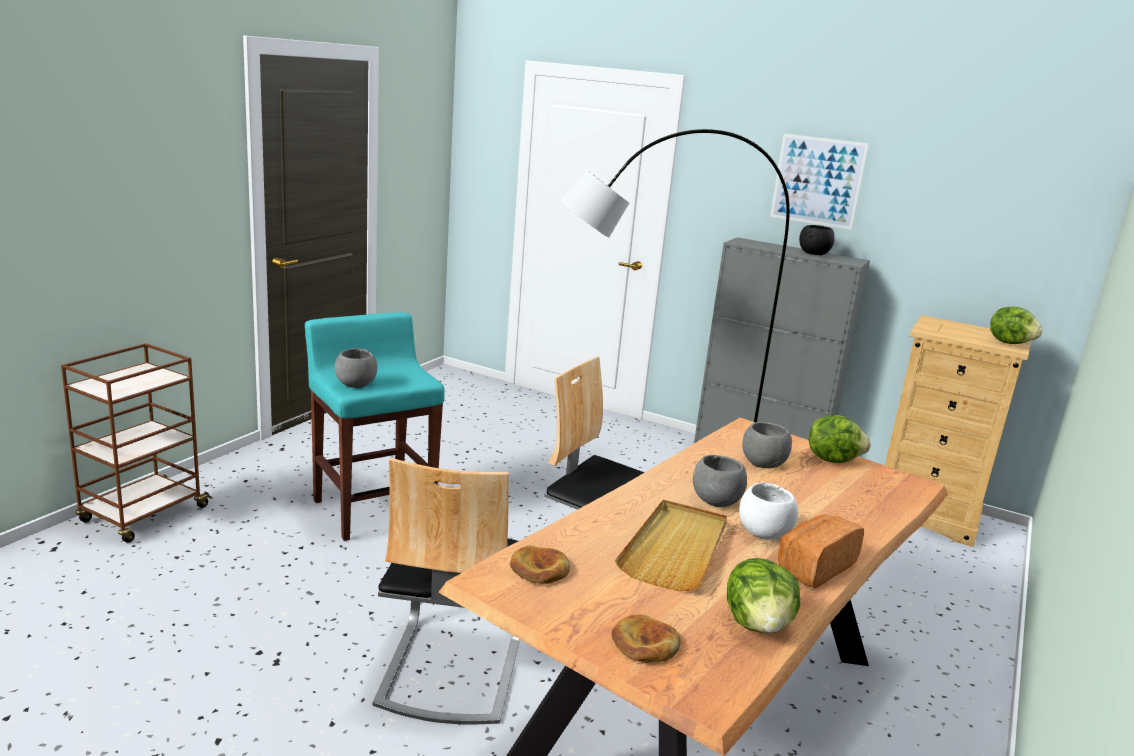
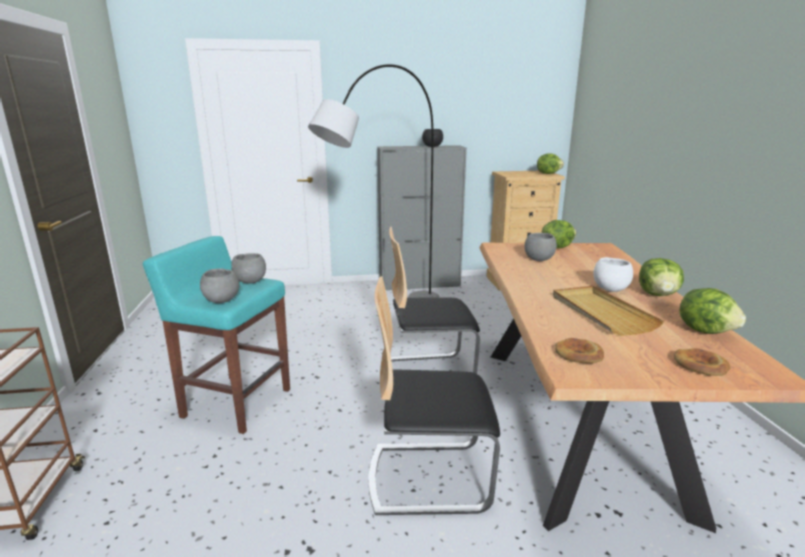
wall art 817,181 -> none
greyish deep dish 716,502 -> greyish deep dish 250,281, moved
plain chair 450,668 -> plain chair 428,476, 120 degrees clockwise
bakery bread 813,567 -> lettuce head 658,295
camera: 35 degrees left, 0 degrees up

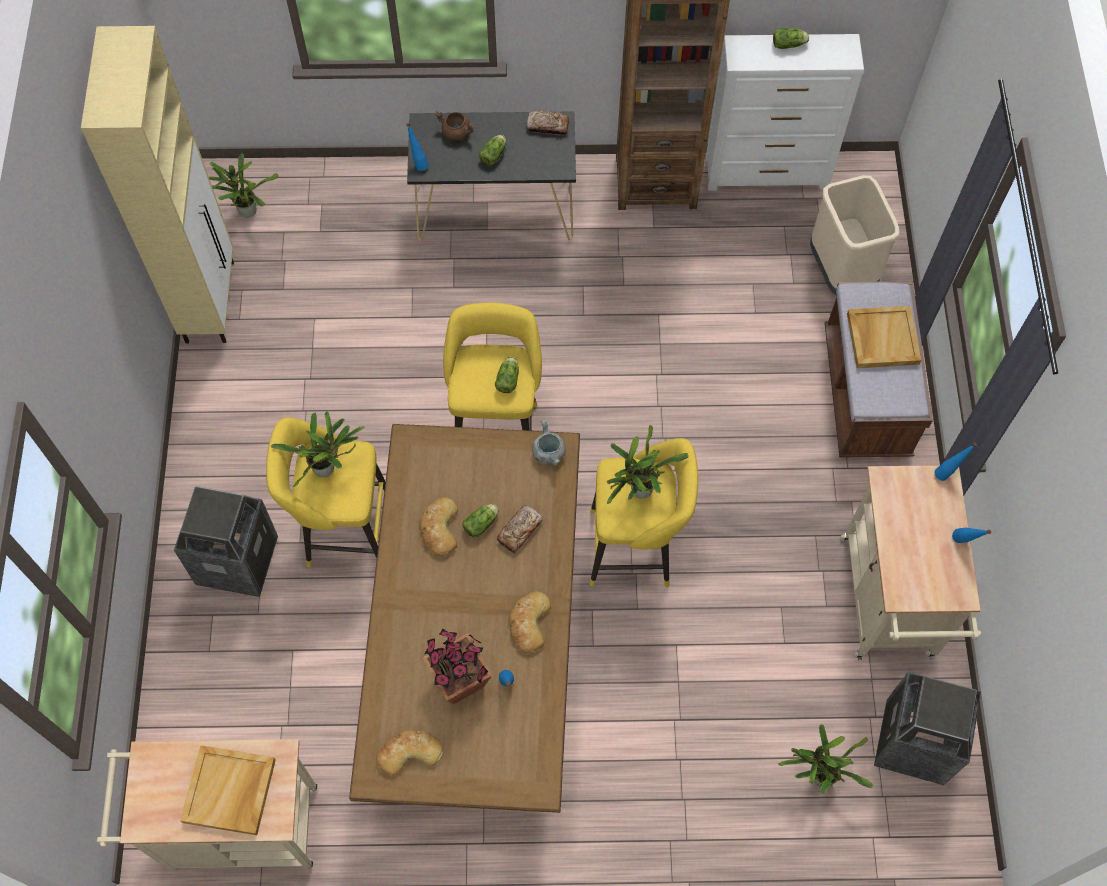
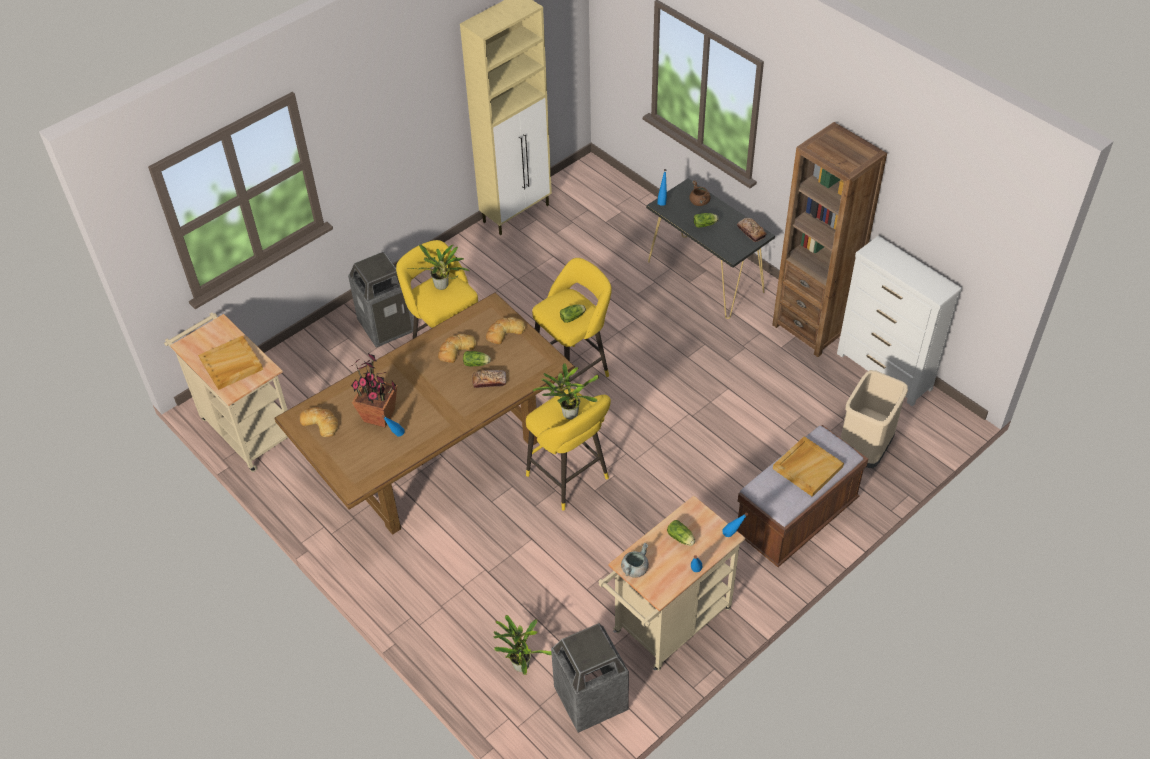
lettuce head 789,44 -> lettuce head 681,538, moved
plant in a pot 246,210 -> none
greyish cooking pot 548,453 -> greyish cooking pot 634,569, moved
bakery bread 528,623 -> bakery bread 504,332, moved
camera: 50 degrees right, 15 degrees down

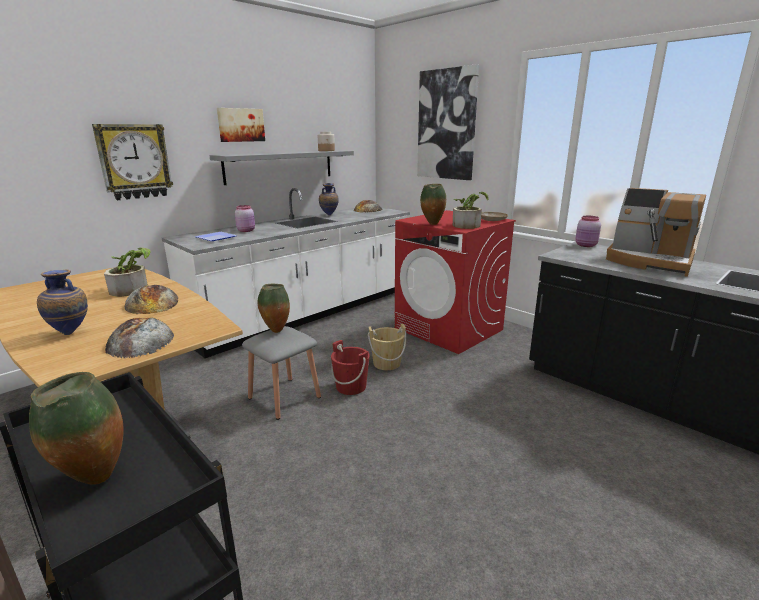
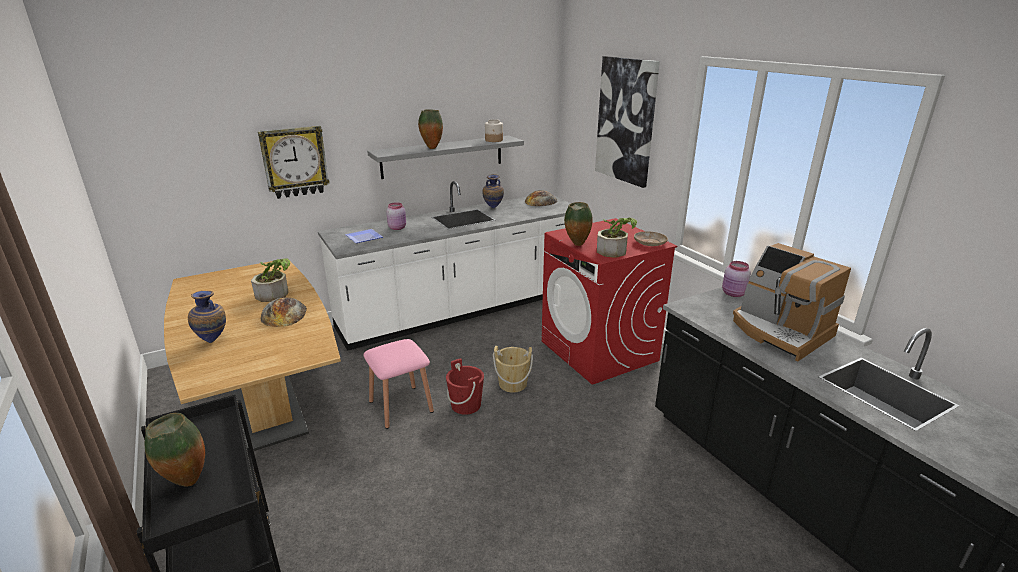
wall art 240,125 -> none
flower vase 275,331 -> flower vase 431,148, moved
bakery bread 140,341 -> none
greyish stool seat 284,397 -> pink stool seat 401,406
camera: 15 degrees right, 5 degrees up

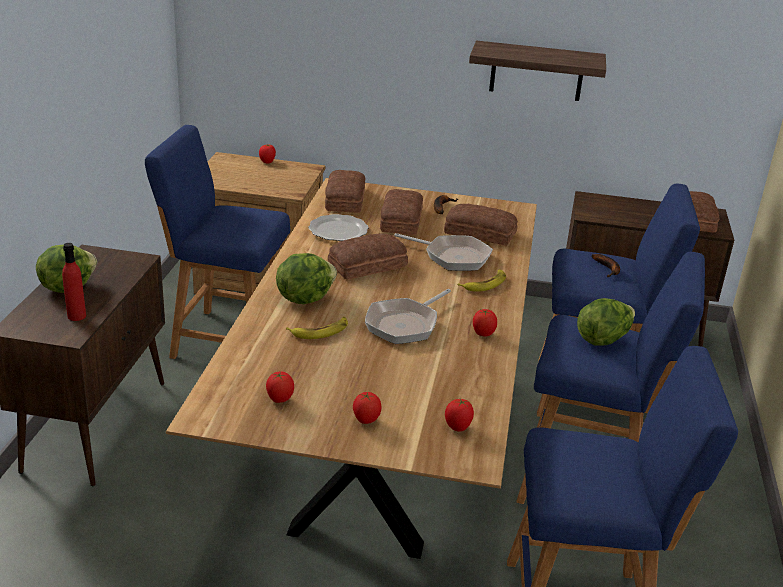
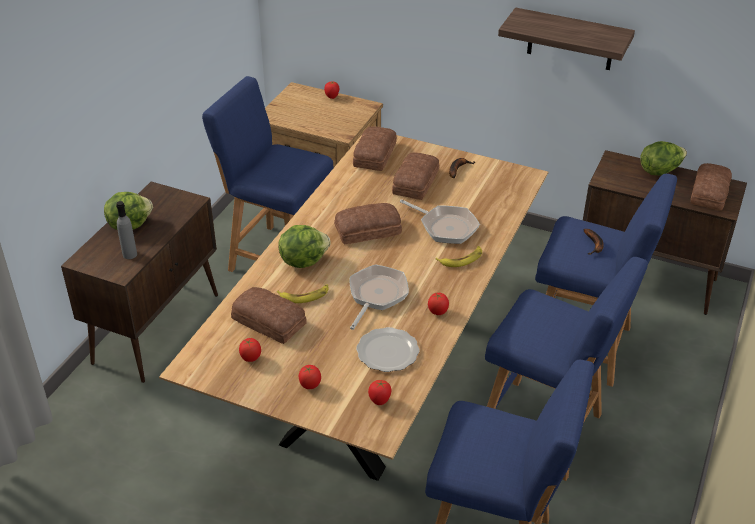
bakery bread 479,232 -> bakery bread 269,320, moved
dinner plate 337,230 -> dinner plate 387,351, moved
reddish bottle 76,316 -> greyish bottle 130,254
skillet 405,324 -> skillet 376,295, 150 degrees clockwise
lettuce head 603,339 -> lettuce head 660,170, moved
camera: 15 degrees right, 10 degrees up

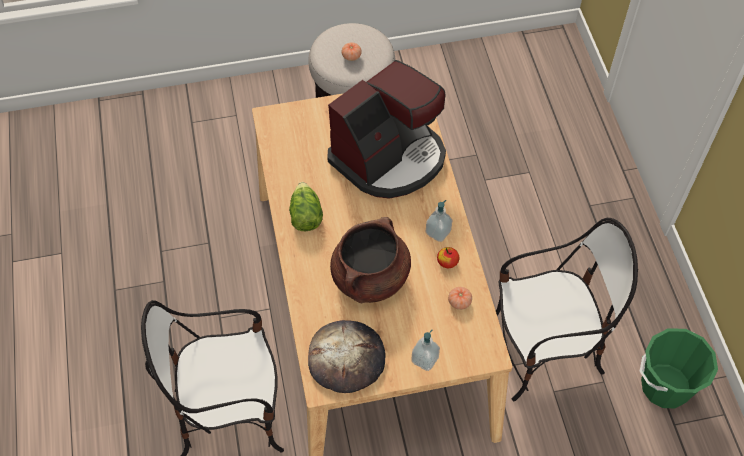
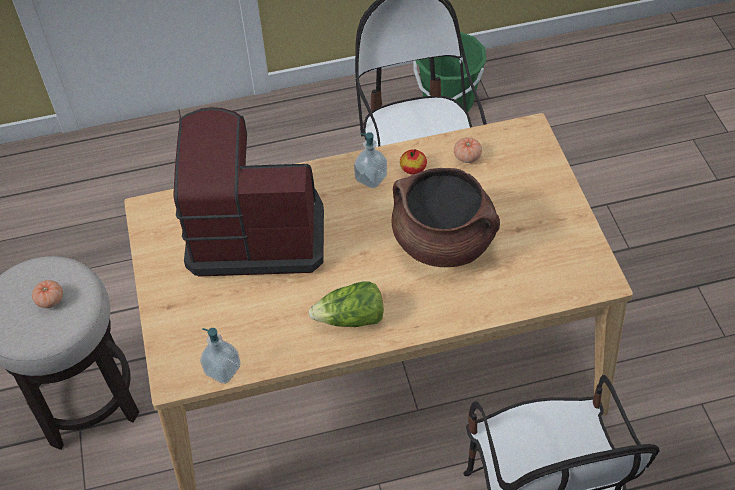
coffee machine 389,158 -> coffee machine 255,230, 45 degrees counterclockwise
bakery bread 346,358 -> none
soap dispenser 425,359 -> soap dispenser 223,370, moved
camera: 90 degrees left, 5 degrees down

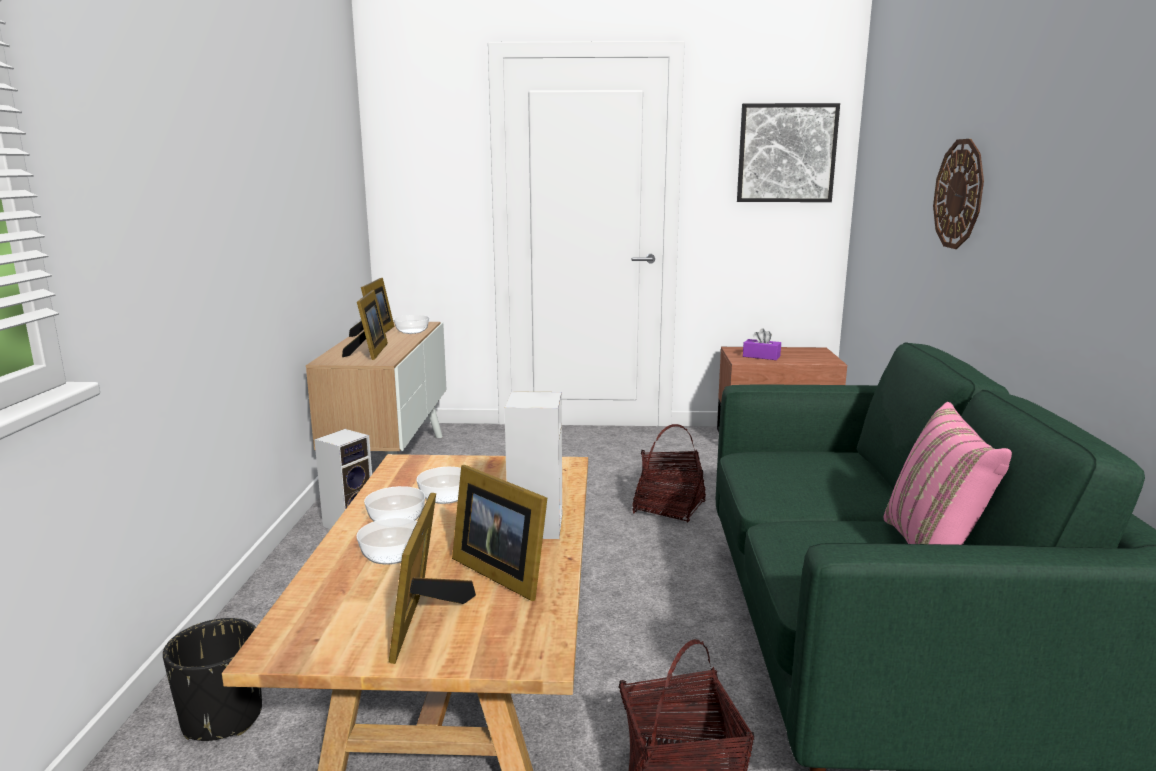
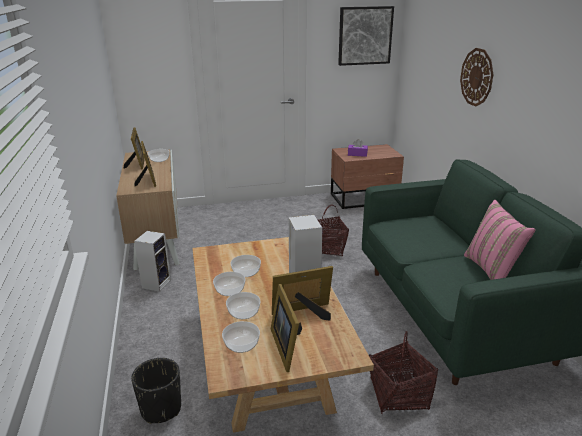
photo frame 501,571 -> photo frame 304,313, 135 degrees clockwise
none -> deep dish 241,345
camera: 15 degrees left, 10 degrees up

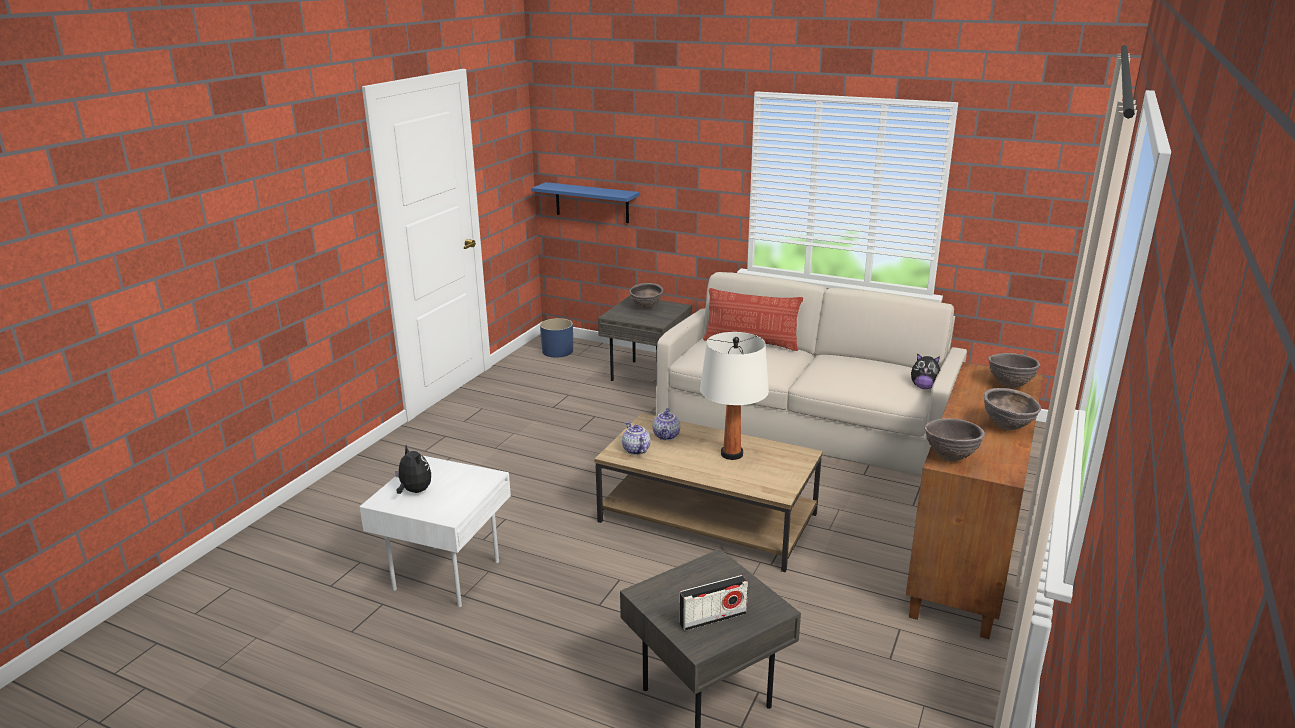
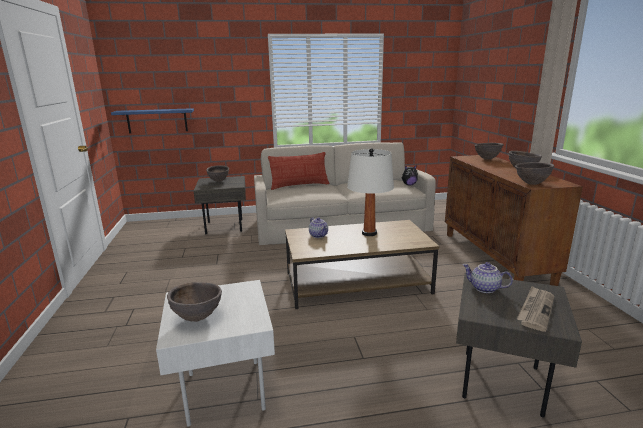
blue-coloured planter 557,351 -> none
teapot 635,450 -> teapot 484,288, moved
soft toy 414,491 -> brown-coloured deep dish 197,318
radio receiver 713,618 -> newspaper 535,309
camera: 35 degrees left, 5 degrees down

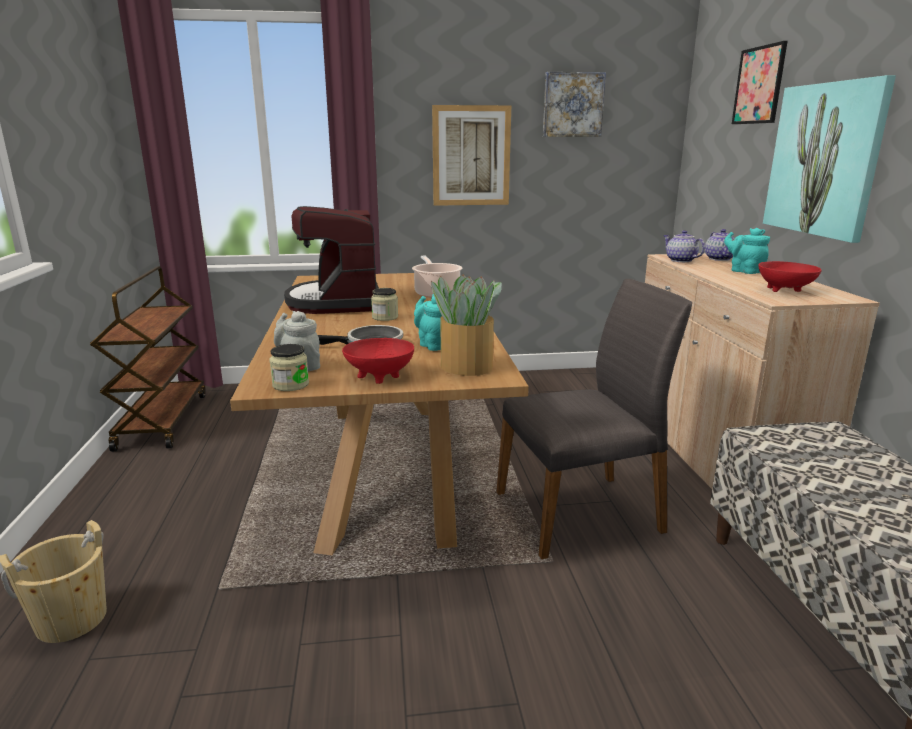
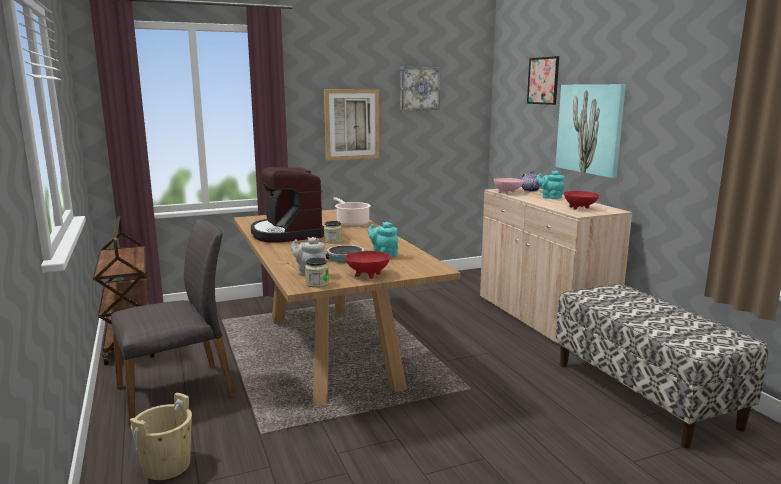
teapot 680,260 -> pink deep dish 507,192
plant in a pot 465,366 -> none
greyish plain chair 580,513 -> greyish plain chair 177,392, moved
camera: 15 degrees left, 5 degrees down

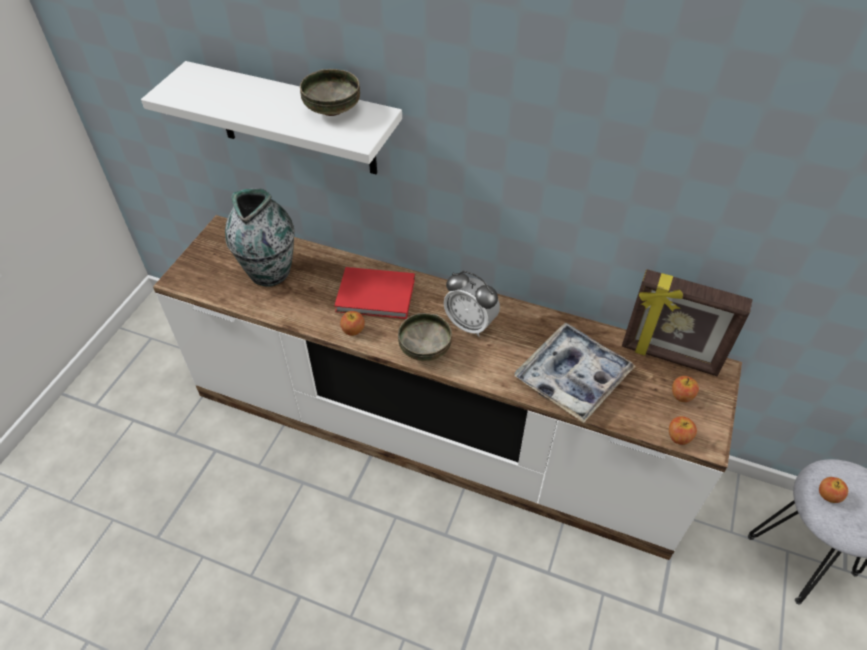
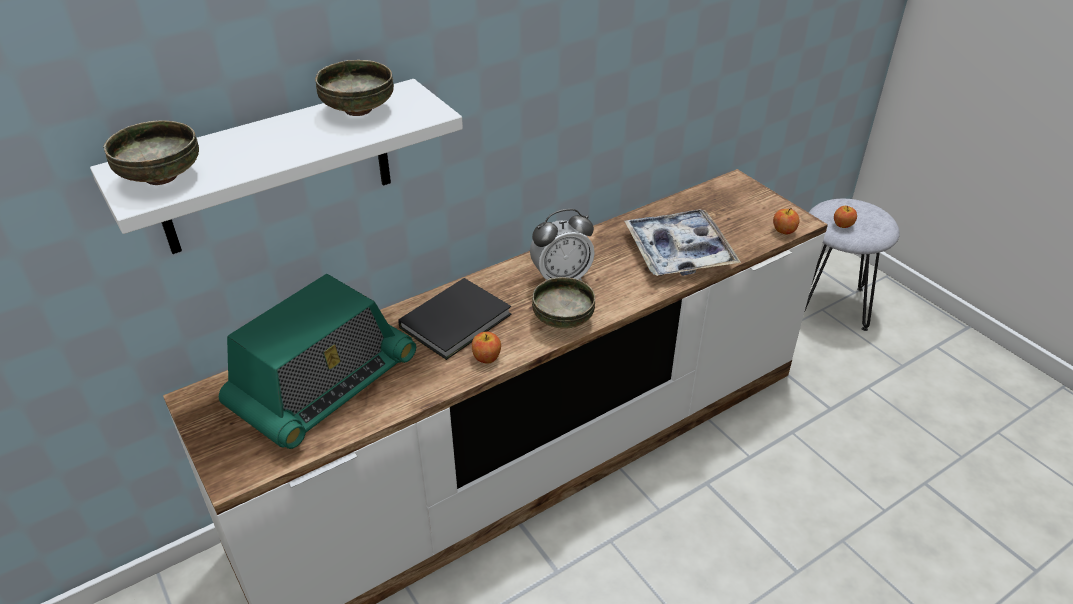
flower vase 270,271 -> radio receiver 323,385
reddish bound book 377,296 -> blackish bound book 458,320
photo frame 669,357 -> none
apple 681,396 -> none
none -> deep dish 160,178
camera: 55 degrees left, 10 degrees down

